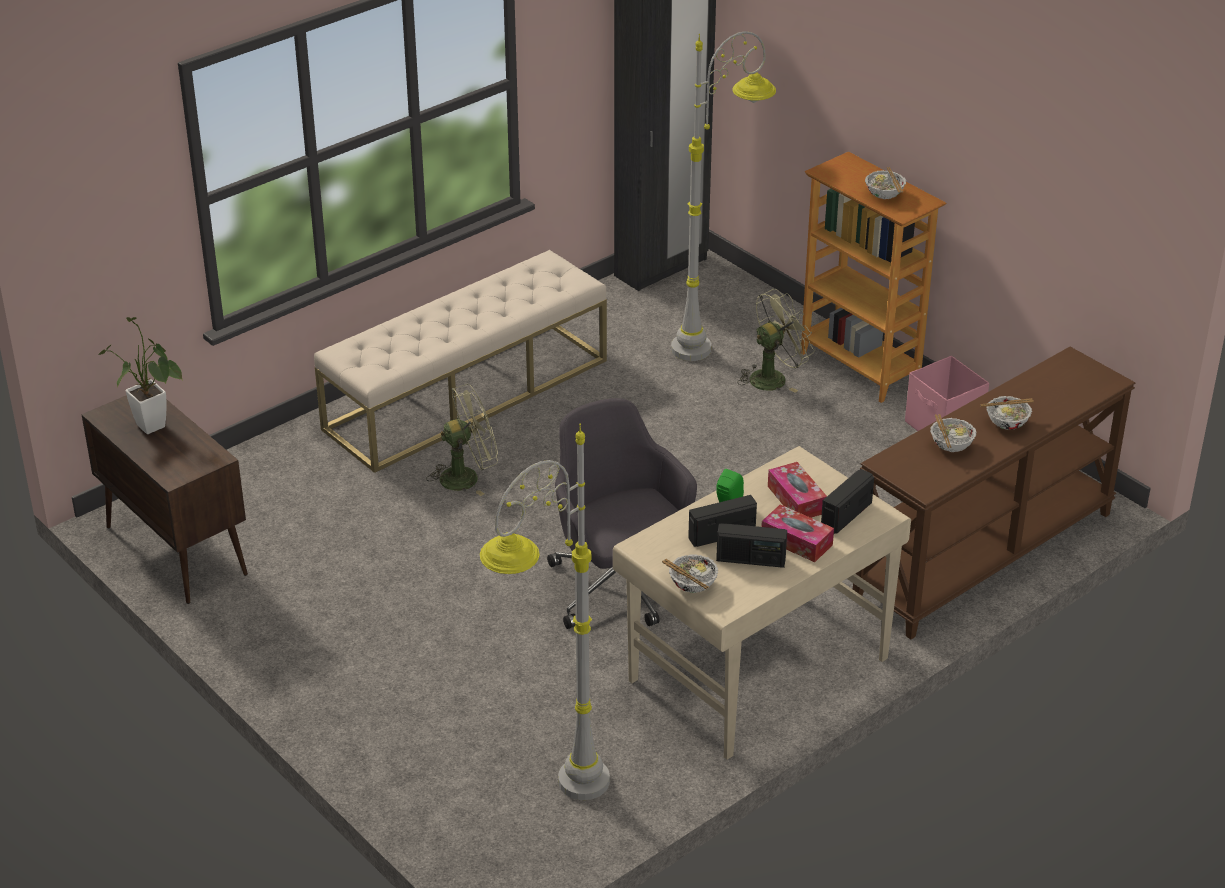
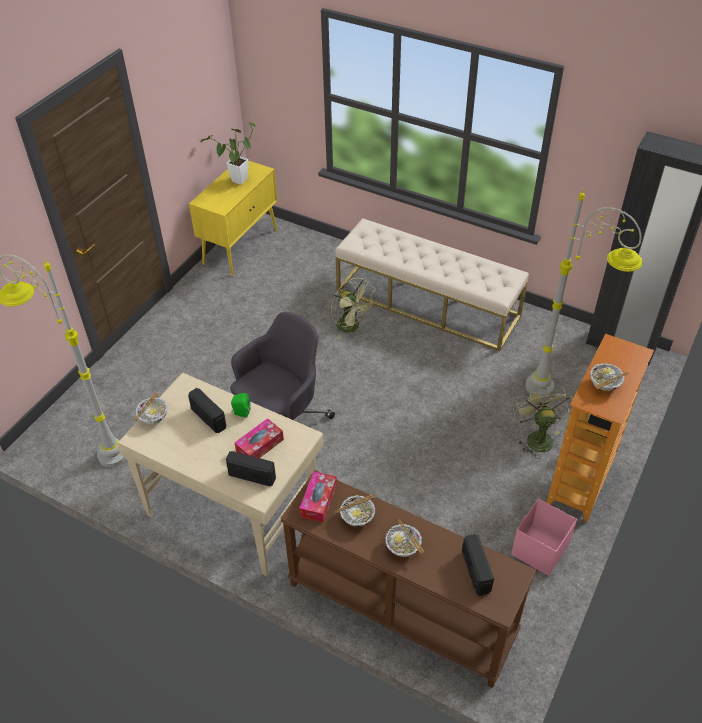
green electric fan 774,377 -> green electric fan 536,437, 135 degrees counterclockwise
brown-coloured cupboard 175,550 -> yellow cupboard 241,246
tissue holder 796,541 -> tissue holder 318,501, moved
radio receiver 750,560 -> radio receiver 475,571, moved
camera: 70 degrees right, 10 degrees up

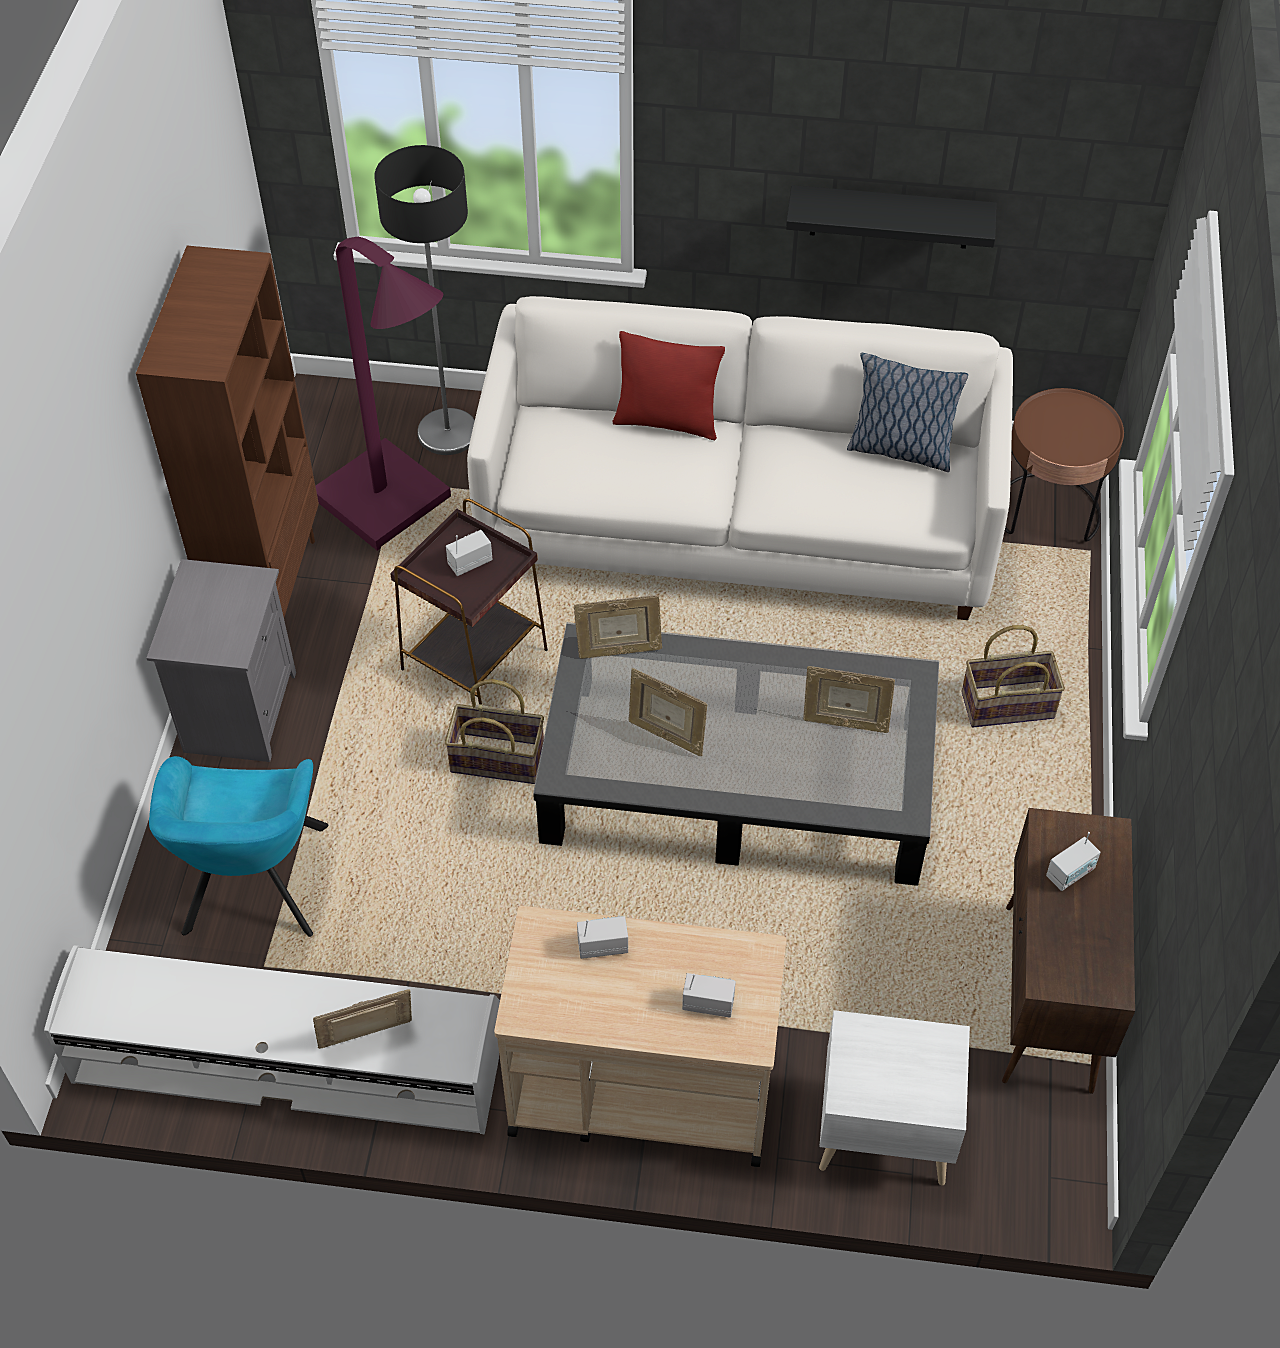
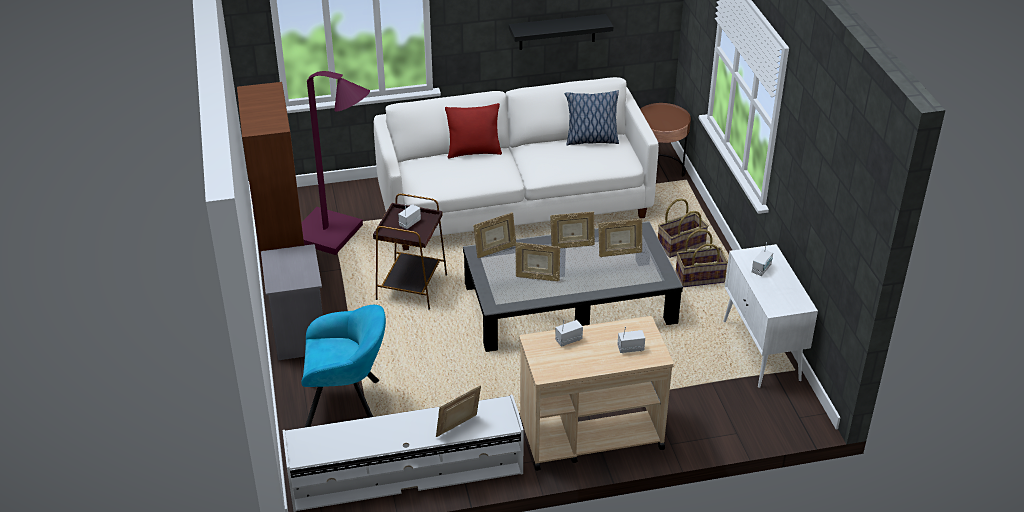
standing lamp 448,433 -> none
storage basket 498,758 -> storage basket 700,277, moved
turquoise-coloured lounge chair 255,887 -> turquoise-coloured lounge chair 347,406, 75 degrees counterclockwise
brown-coloured cupboard 1048,999 -> white-coloured cupboard 761,351
white-coloured nightstand 882,1131 -> none
none -> photo frame 572,246
camera: 20 degrees left, 15 degrees down

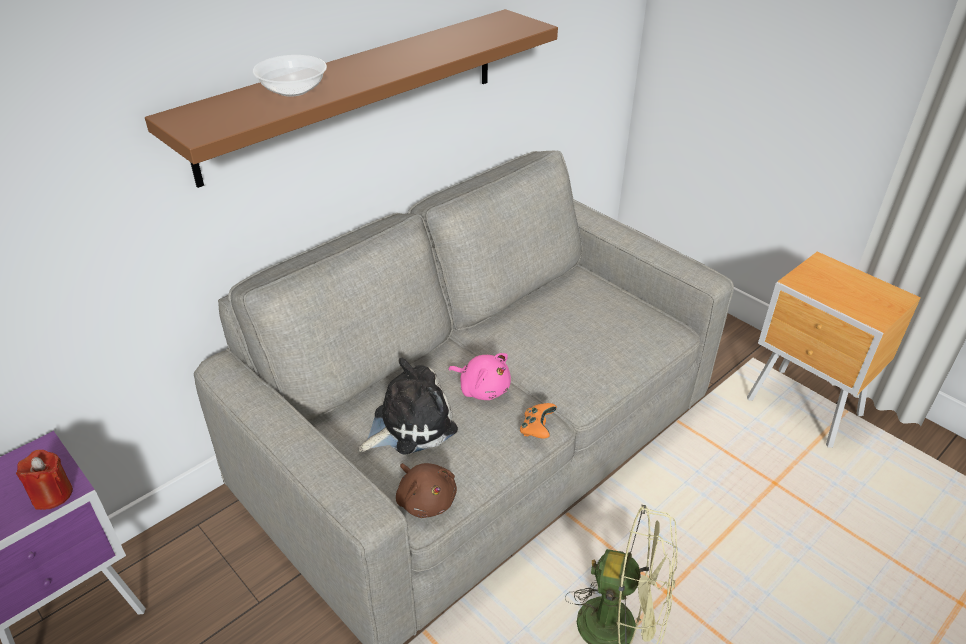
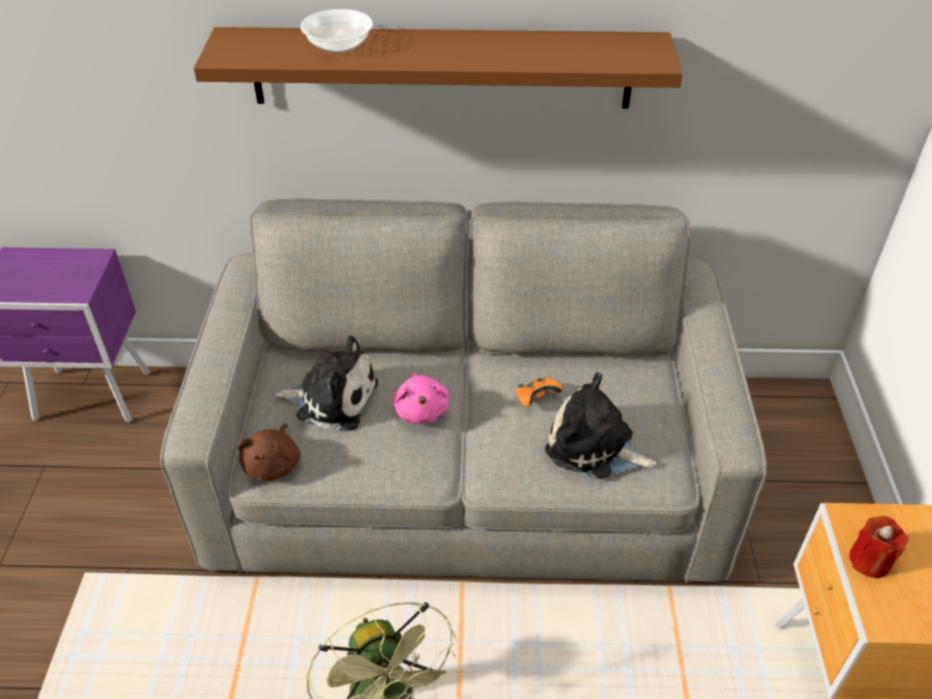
orangey gamepad 537,429 -> orangey gamepad 536,398, moved
reddish wax candle 52,494 -> reddish wax candle 869,561, moved
none -> soft toy 594,447
camera: 45 degrees right, 5 degrees up

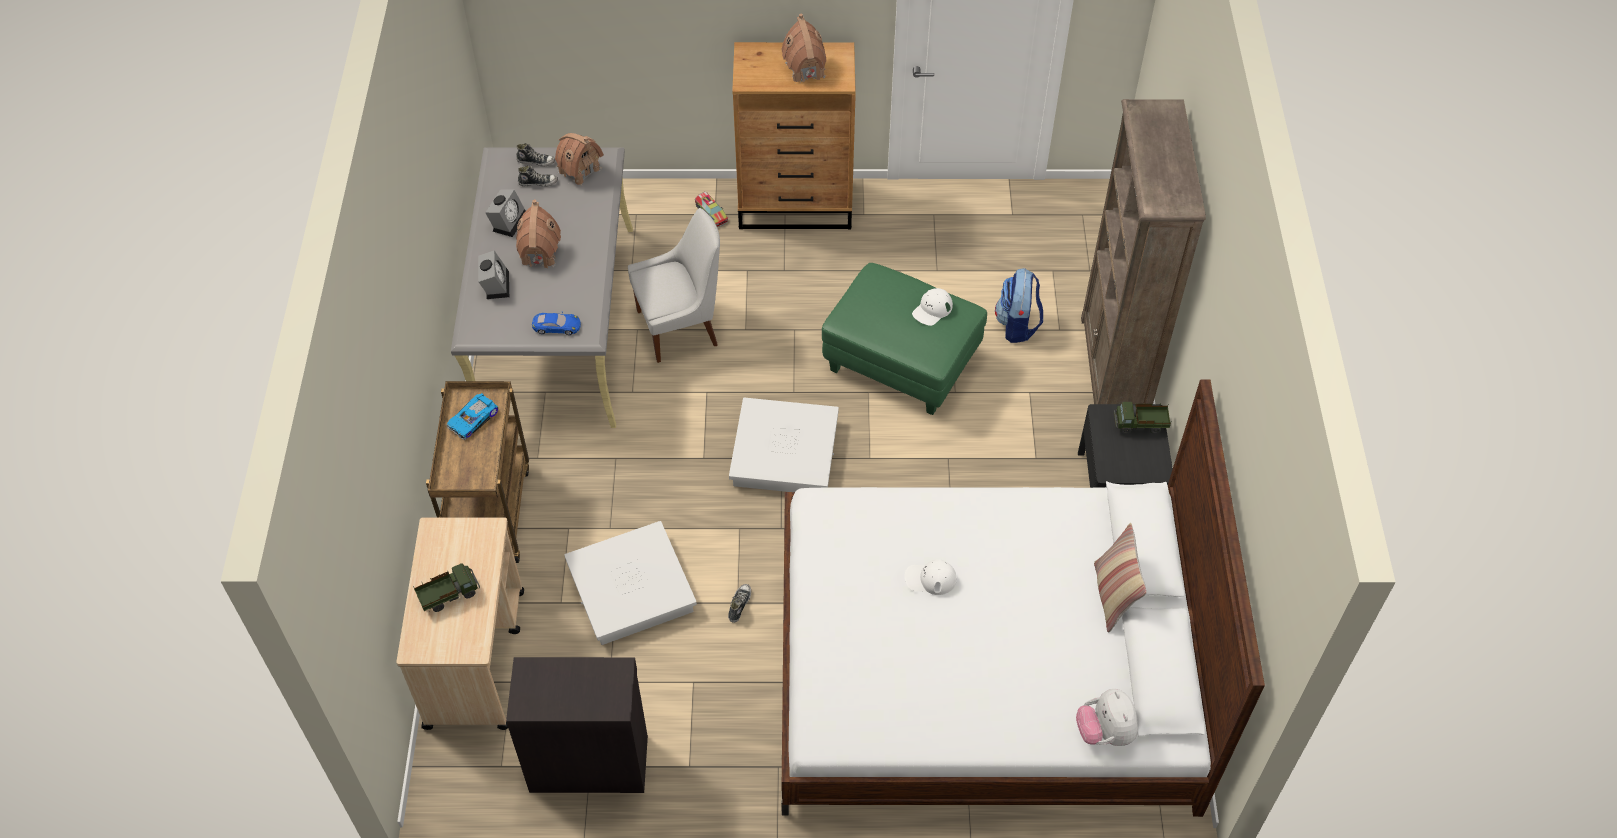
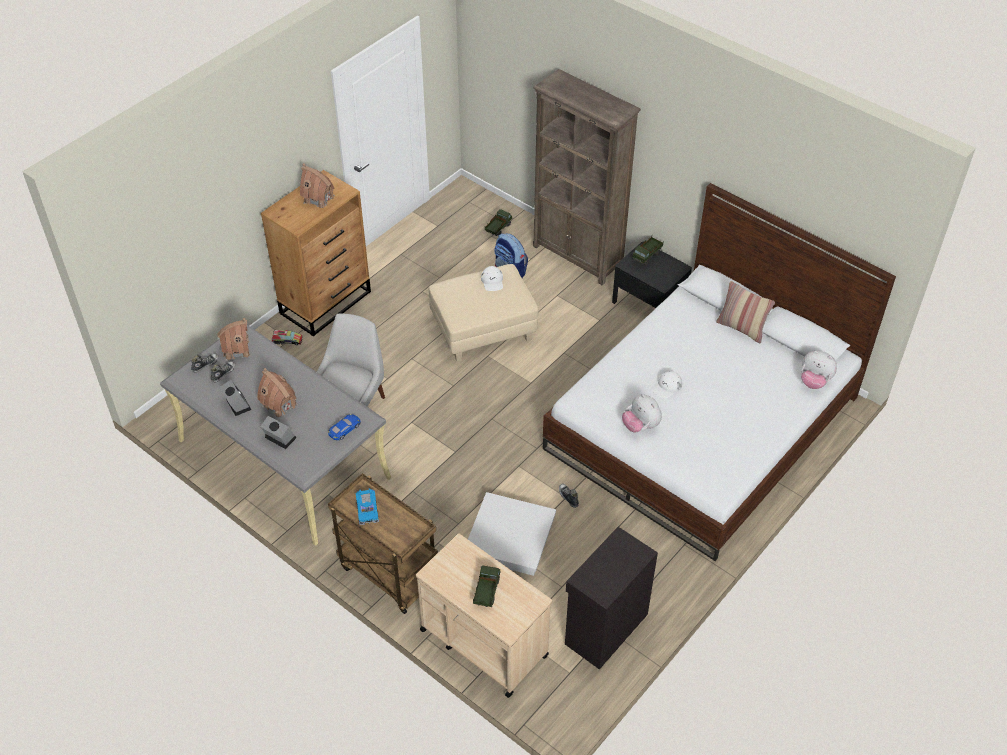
green footrest 902,362 -> beige footrest 483,330
white-coloured storage box 784,453 -> none
none -> toy lorry 498,228
none -> soft toy 640,426
camera: 50 degrees left, 5 degrees down

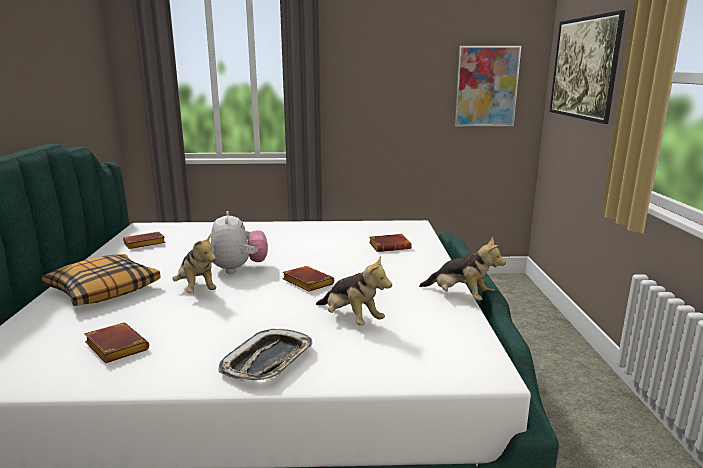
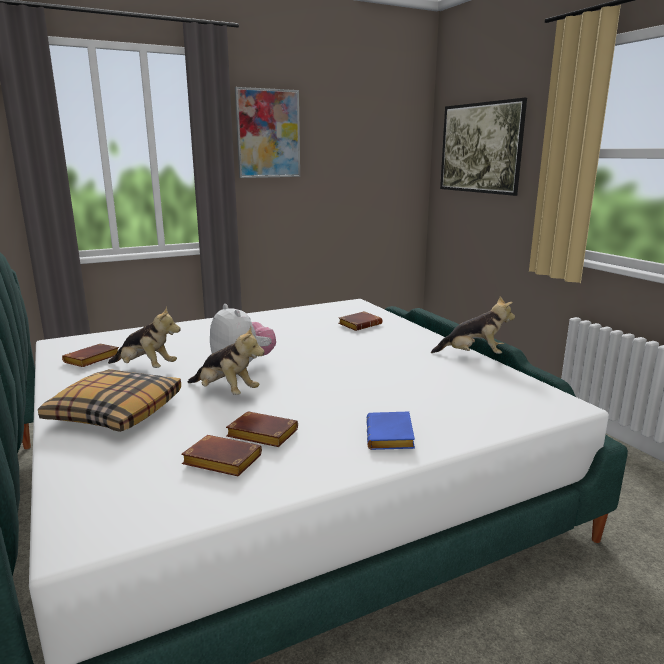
wall art 486,86 -> wall art 268,134, moved
soft toy 351,319 -> soft toy 146,368, moved
brown-coloured bound book 306,283 -> brown-coloured bound book 260,435, moved
serving tray 268,361 -> blue-coloured bound book 391,437
camera: 25 degrees left, 0 degrees up

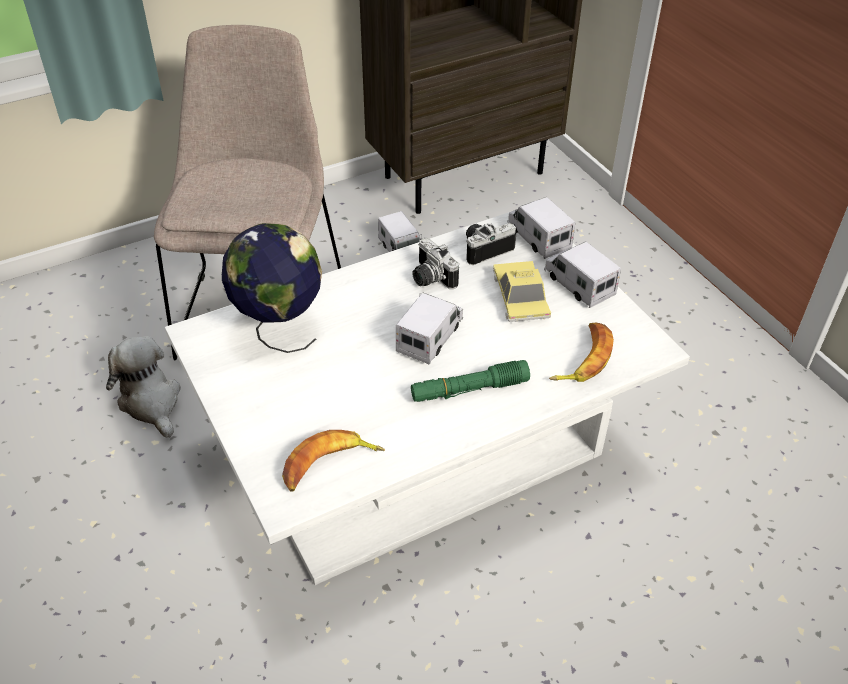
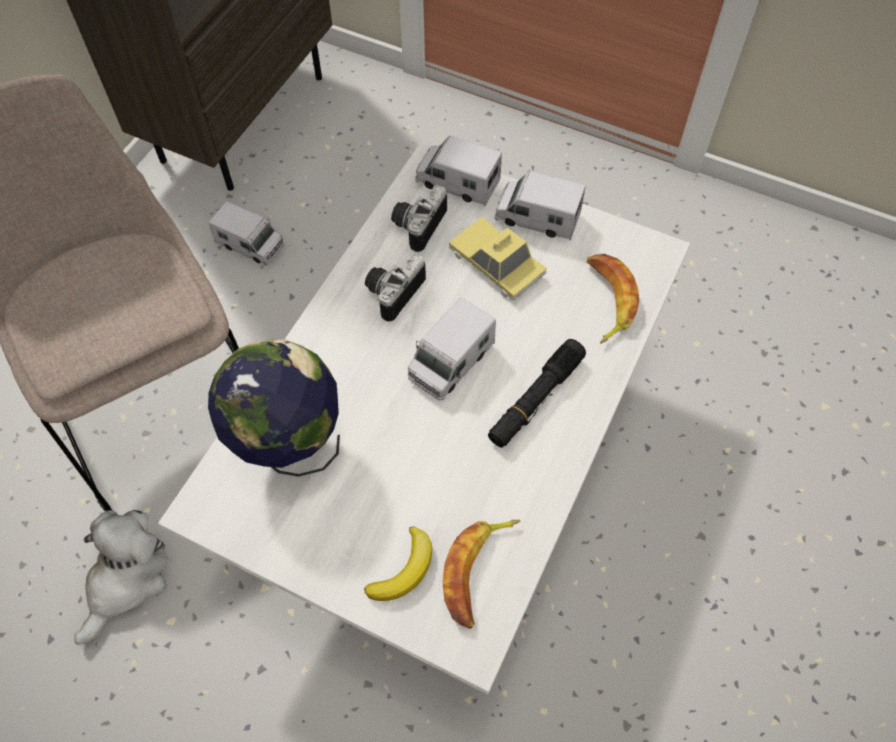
still camera 429,278 -> still camera 392,292, 105 degrees clockwise
toy lorry 430,337 -> toy lorry 450,362, 135 degrees counterclockwise
soft toy 151,402 -> soft toy 127,579, 90 degrees clockwise
green flashlight 469,389 -> blackish flashlight 535,399
none -> banana 403,569
camera: 35 degrees left, 15 degrees up

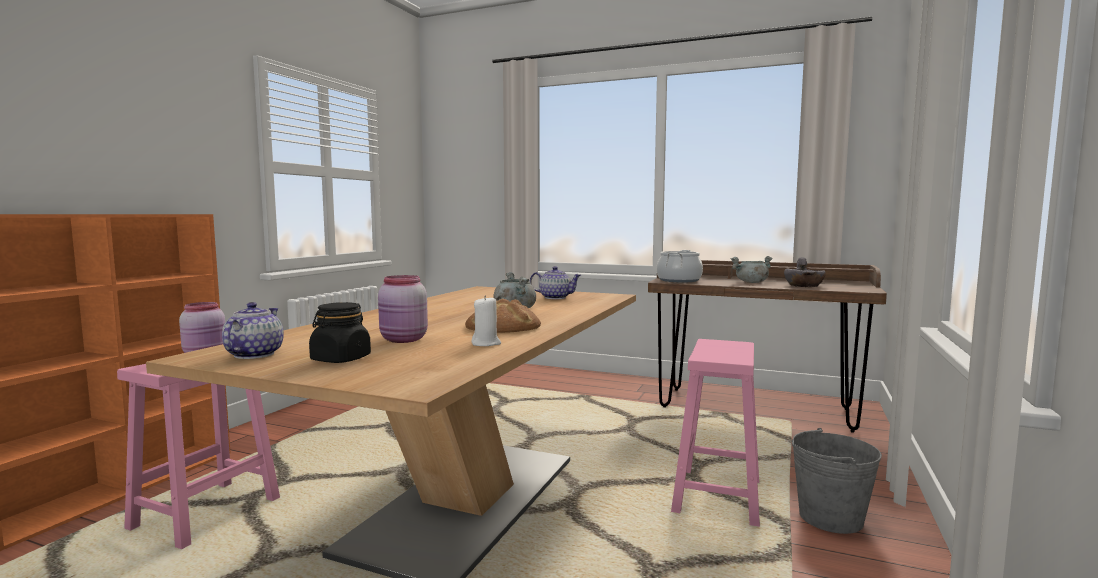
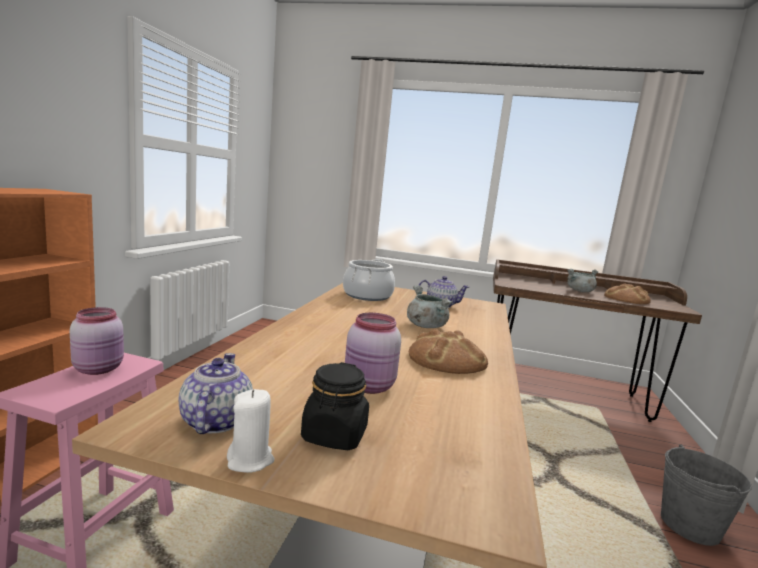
cooking pot 678,280 -> cooking pot 367,295, moved
greyish deep dish 804,285 -> bakery bread 626,299
white-coloured wax candle 486,344 -> white-coloured wax candle 250,460, moved
pink stool seat 717,497 -> none
camera: 10 degrees left, 5 degrees up

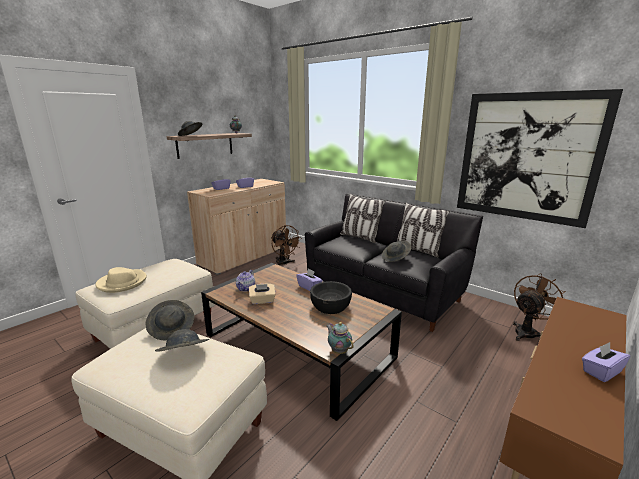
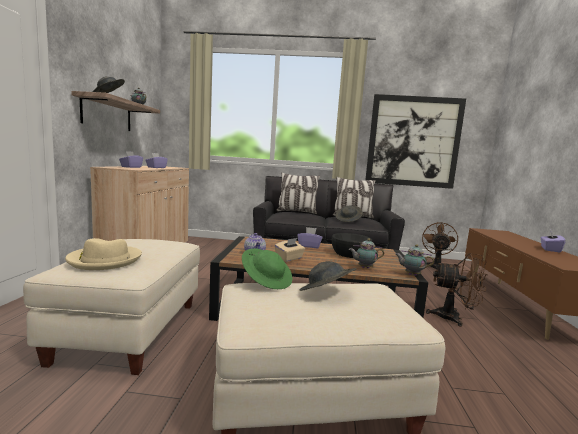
brown-coloured electric fan 284,263 -> brown-coloured electric fan 454,318, moved
greyish hat 172,329 -> green hat 267,281
none -> teapot 364,267
camera: 35 degrees left, 10 degrees down

